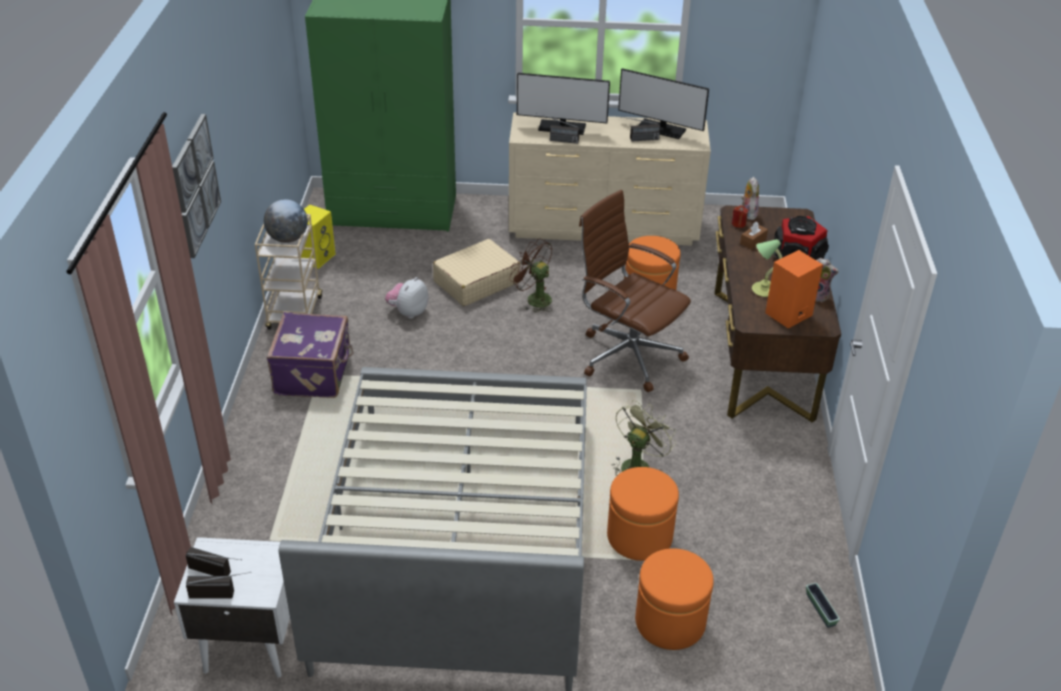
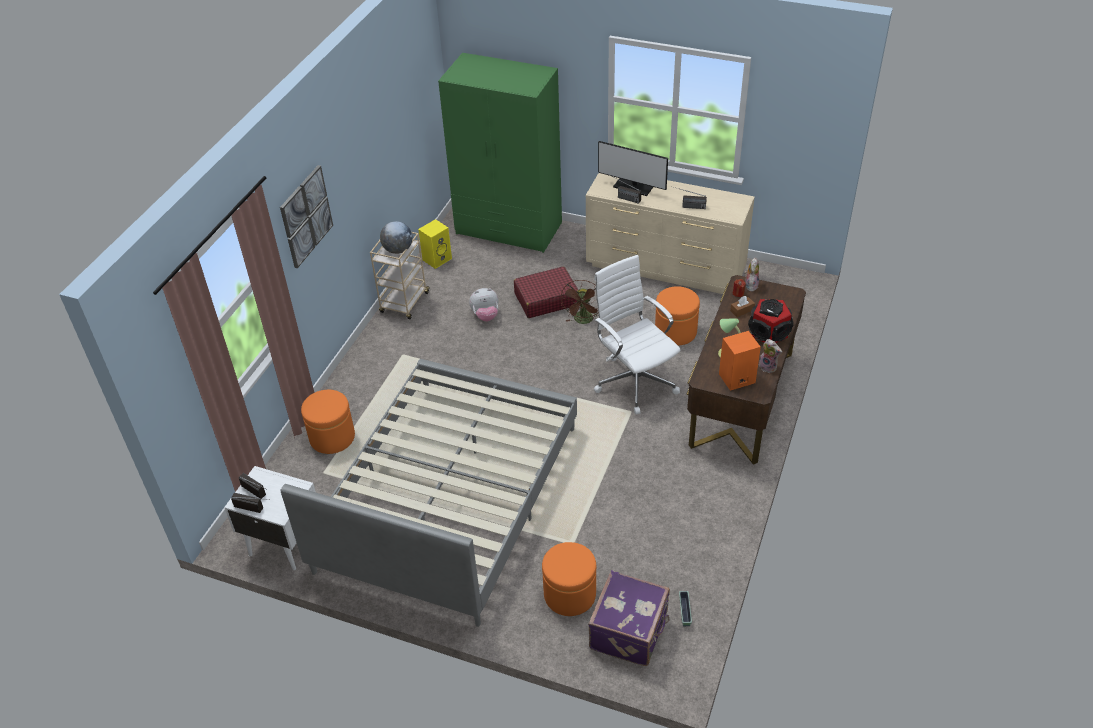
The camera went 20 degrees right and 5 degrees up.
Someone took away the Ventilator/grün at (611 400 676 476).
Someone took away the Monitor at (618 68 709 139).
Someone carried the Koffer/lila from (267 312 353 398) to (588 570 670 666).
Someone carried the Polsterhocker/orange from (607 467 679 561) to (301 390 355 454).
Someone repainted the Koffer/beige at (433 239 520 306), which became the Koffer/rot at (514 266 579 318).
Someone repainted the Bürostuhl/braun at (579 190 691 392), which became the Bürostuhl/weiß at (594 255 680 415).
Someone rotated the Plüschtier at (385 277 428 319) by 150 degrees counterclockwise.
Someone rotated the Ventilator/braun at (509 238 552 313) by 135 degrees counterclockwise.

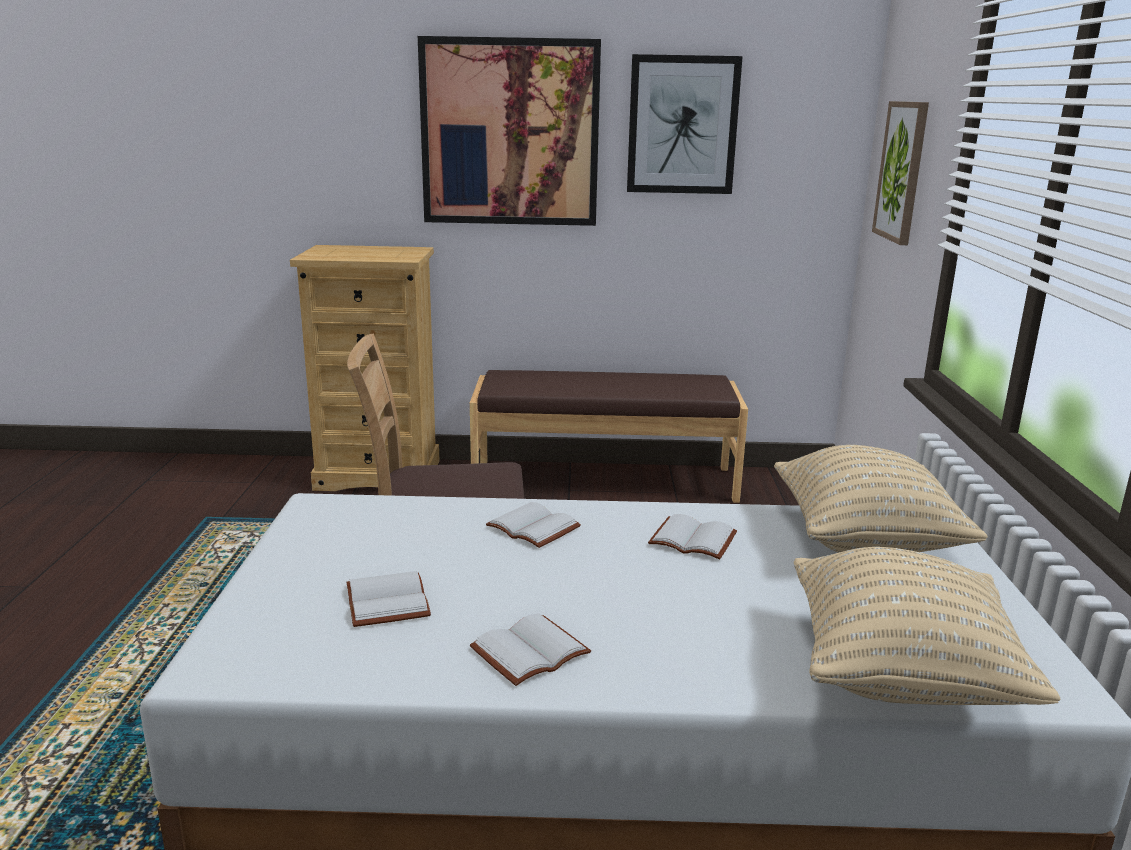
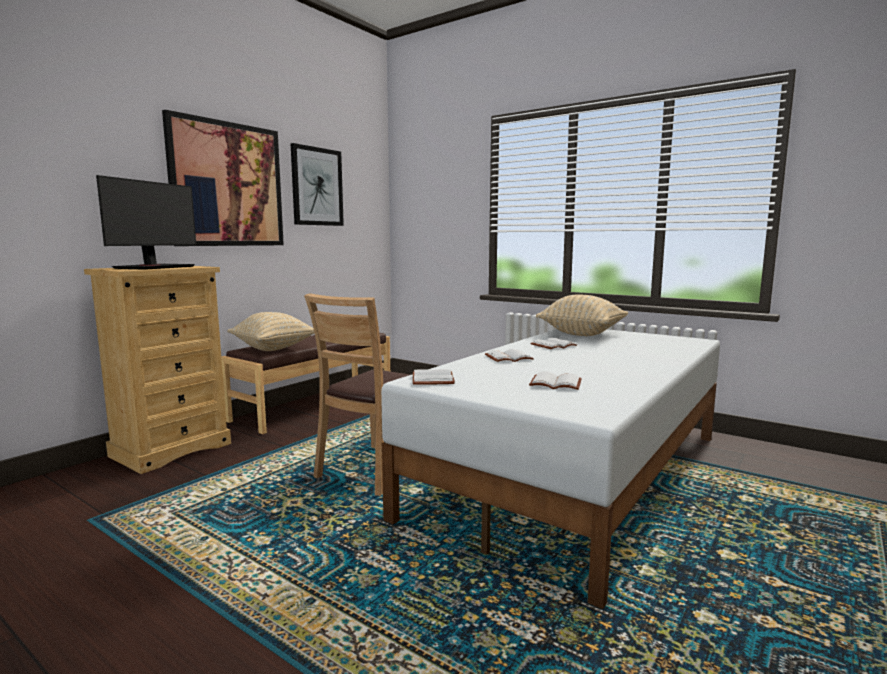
The camera went 55 degrees left and 10 degrees down.
Someone took away the Bild at (872 101 929 245).
Someone put down the Monitor at (96 175 196 270).
Someone carried the Buch/weiß from (470 613 591 686) to (413 369 455 385).
Someone carried the Kissen/beige from (794 547 1060 705) to (227 312 314 351).

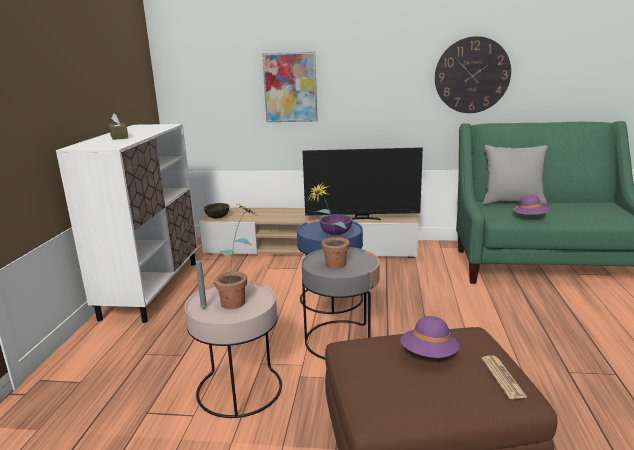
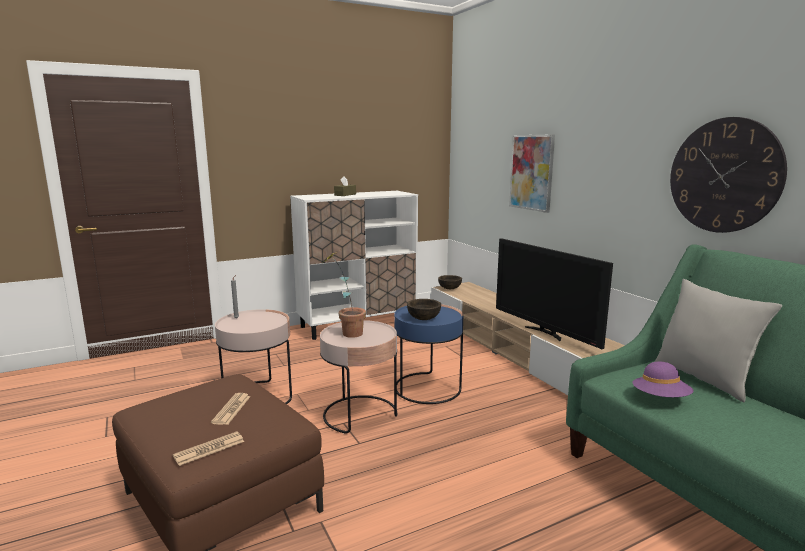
The camera went 55 degrees right and 5 degrees down.
Someone took away the Topfpflanze at (214 204 255 309).
Someone swapped the Hut/lila at (400 316 459 358) for the Zeitung at (211 393 251 425).
Someone repainted the Beistelltisch/grau at (302 247 380 360), which became the Beistelltisch/rosa at (320 320 397 434).
Someone repainted the Schüssel/lila at (320 214 352 235), which became the Schüssel/braun at (407 299 441 320).

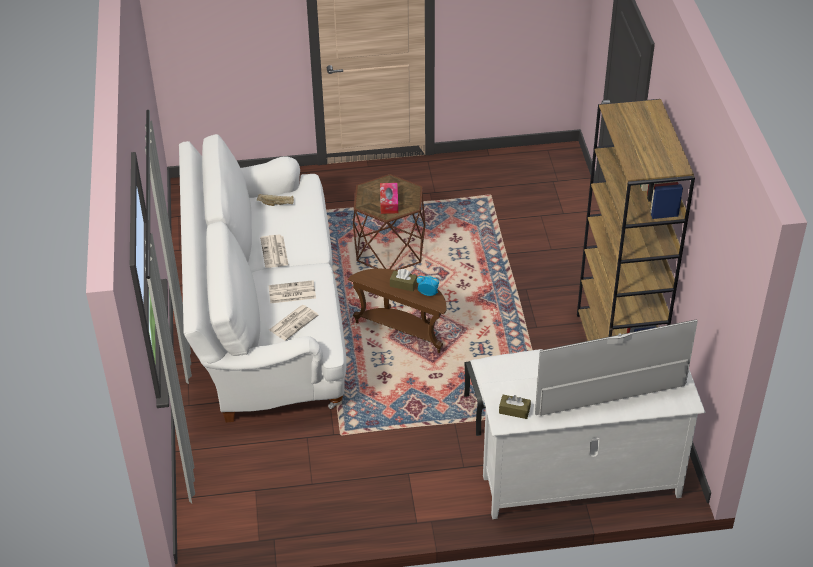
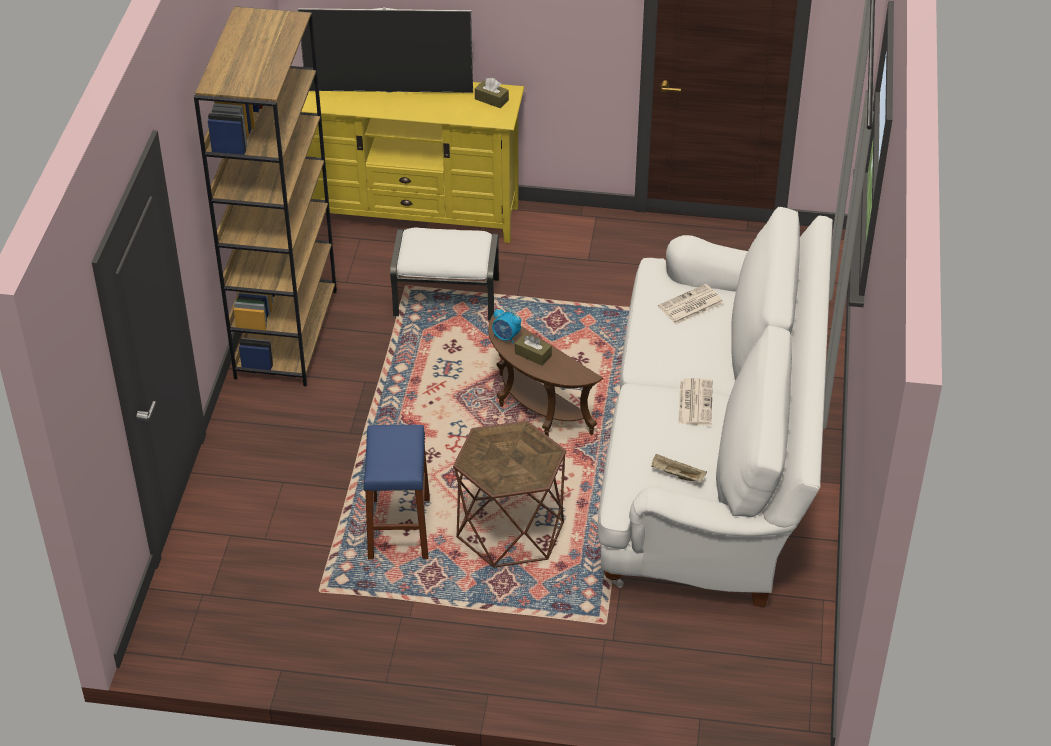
The camera went 165 degrees left and 0 degrees up.
Someone took away the Zeitung at (268 280 316 303).
Someone took away the Taschentuchbox at (380 183 398 214).
Someone put down the Hocker/blau at (364 425 430 560).
Someone repainted the Fernsehschrank/weiß at (480 370 706 519), which became the Fernsehschrank/gelb at (301 82 524 243).

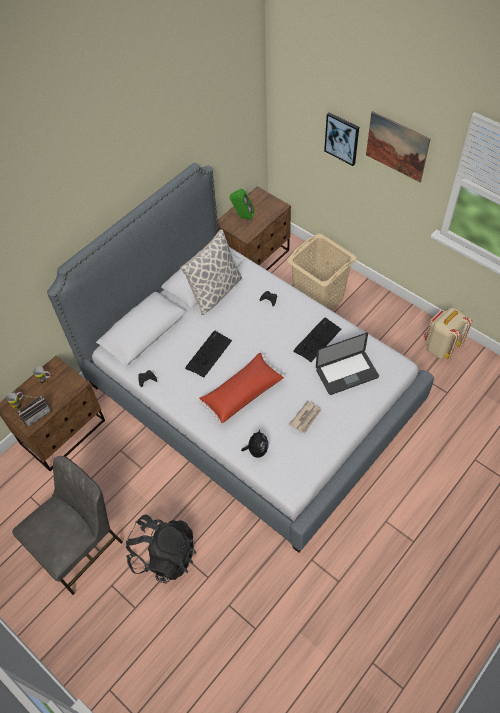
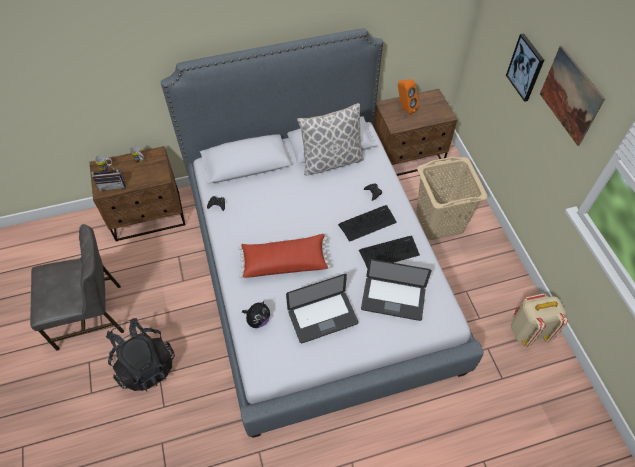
The camera went 30 degrees right and 0 degrees up.
Someone carried the Tastatur from (185 331 232 377) to (338 205 397 242).
Someone swapped the Zeitung at (289 401 321 433) for the Laptop at (286 274 358 343).
Someone repainted the Lautsprecher/grün at (230 189 254 220), which became the Lautsprecher/orange at (398 79 419 115).

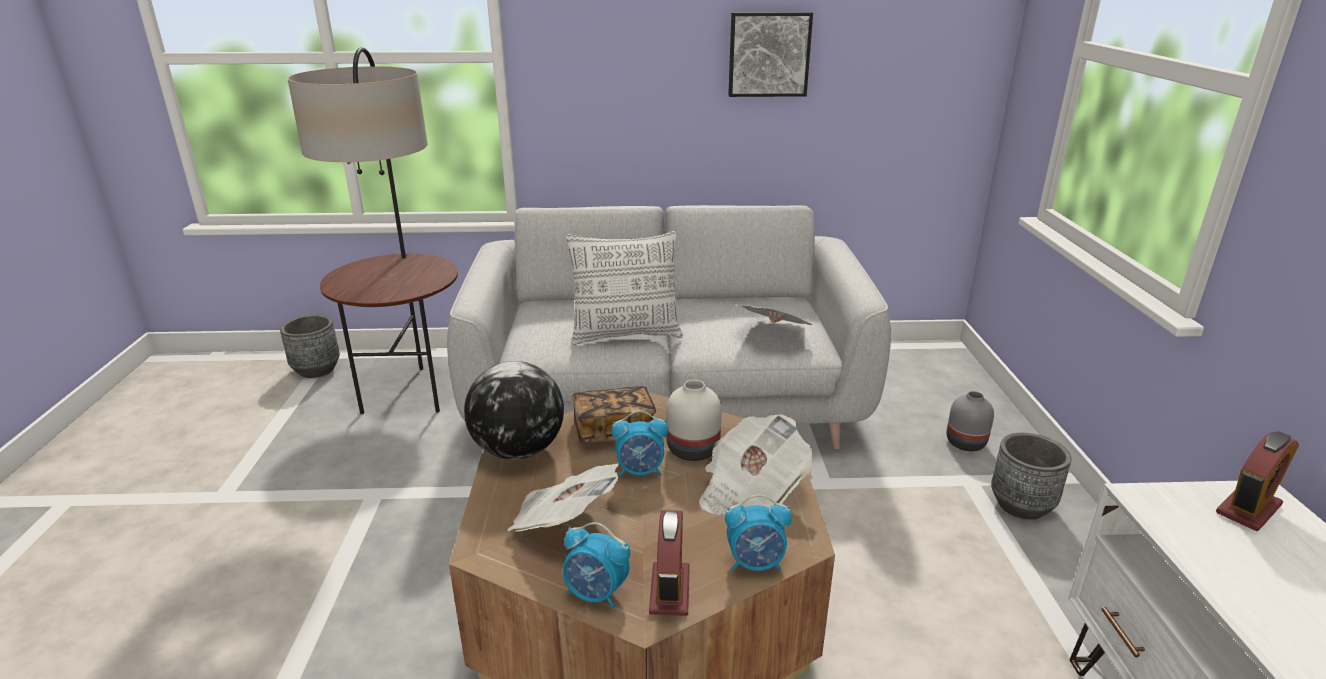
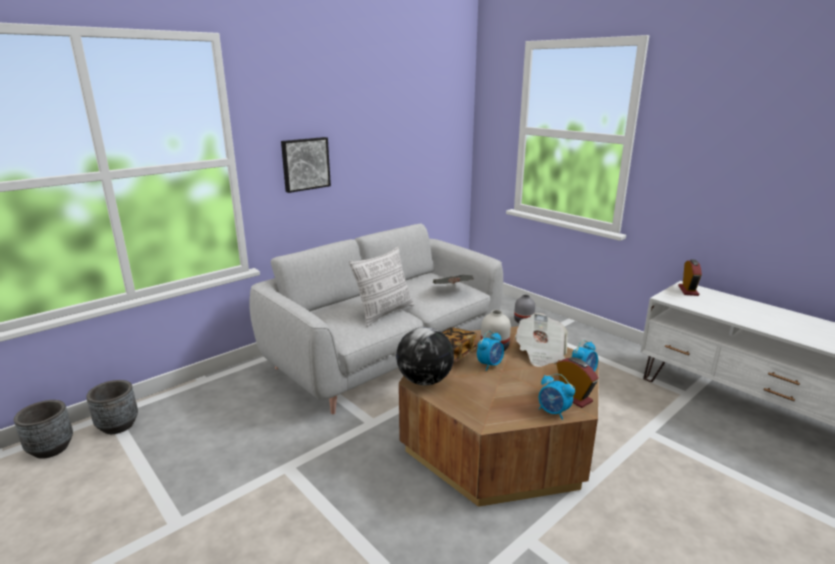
The camera went 40 degrees left and 5 degrees down.
Someone took away the Stehlampe at (288 47 458 414).
Someone took away the Zeitung at (507 464 619 532).
Someone carried the Bild from (728 12 813 97) to (281 137 331 193).
Someone carried the Pflanzkübel/grau from (991 433 1072 520) to (14 400 73 459).
Someone rotated the Wecker at (563 522 630 608) by 60 degrees clockwise.

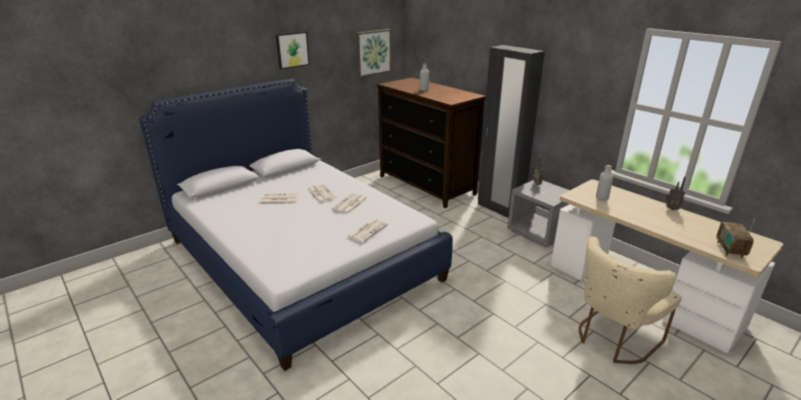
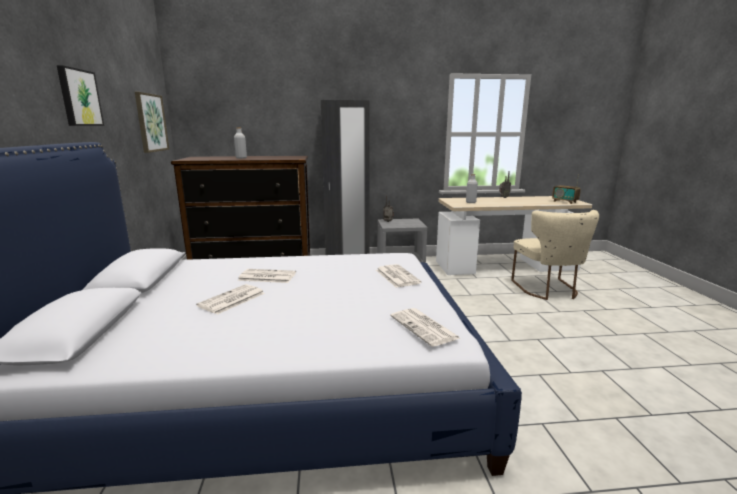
The camera went 55 degrees left and 10 degrees down.
Someone carried the Zeitung from (333 193 368 214) to (390 308 460 347).

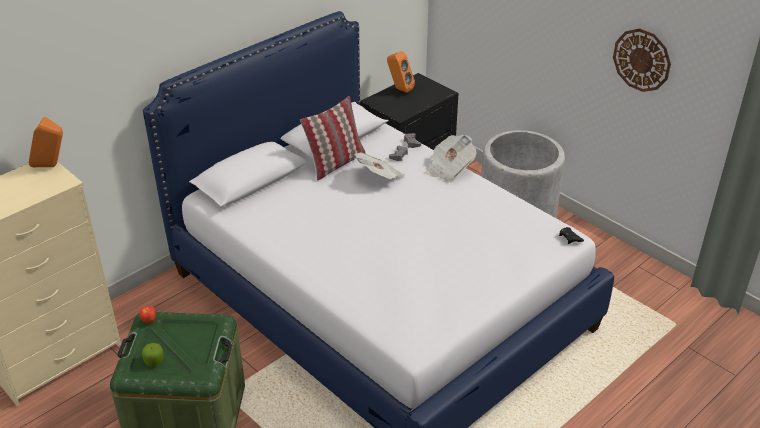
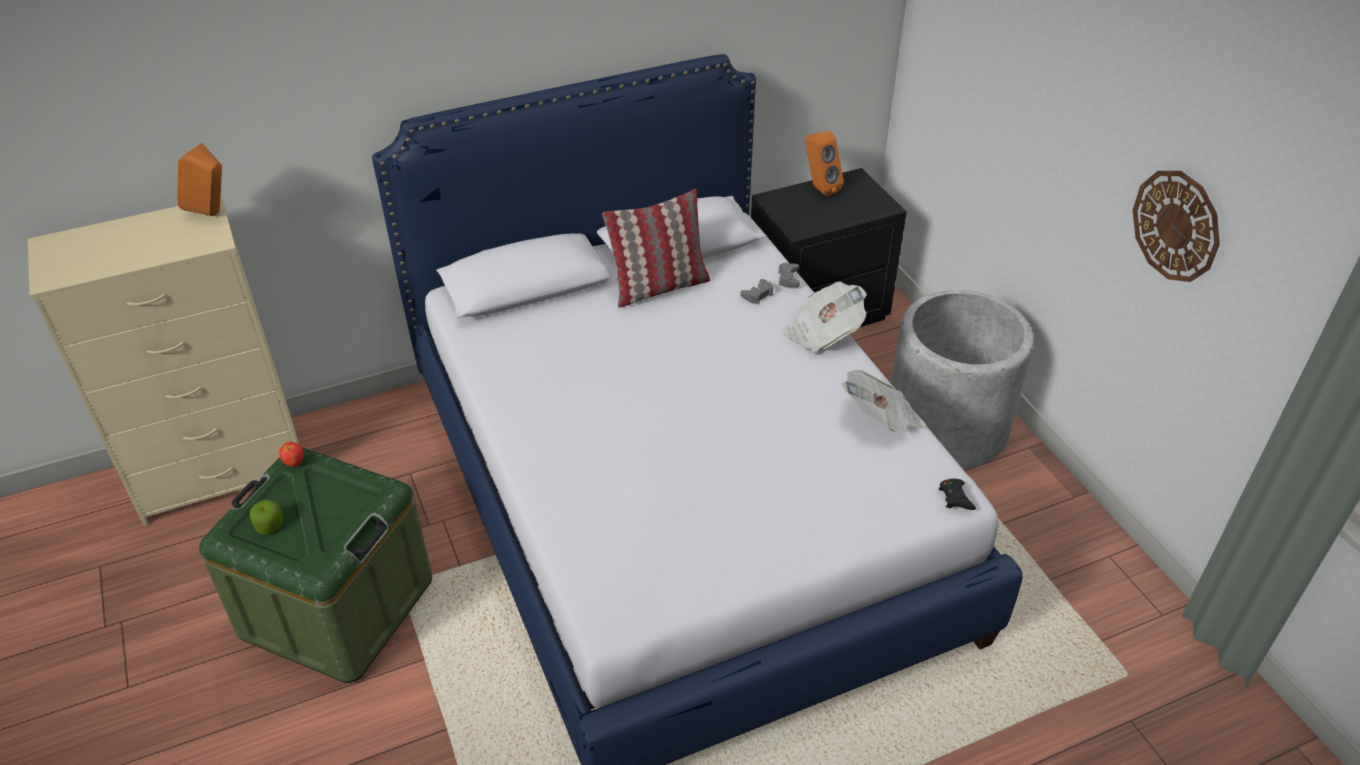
The camera went 20 degrees right and 5 degrees up.
Someone carried the Zeitung from (354 153 405 179) to (842 370 926 432).

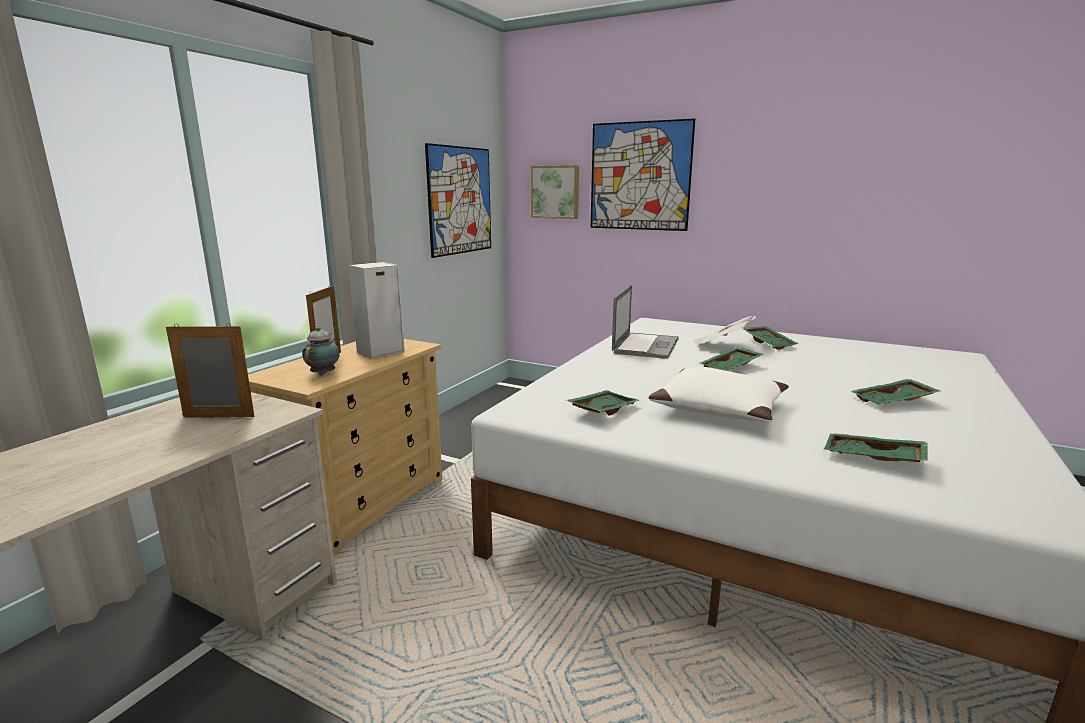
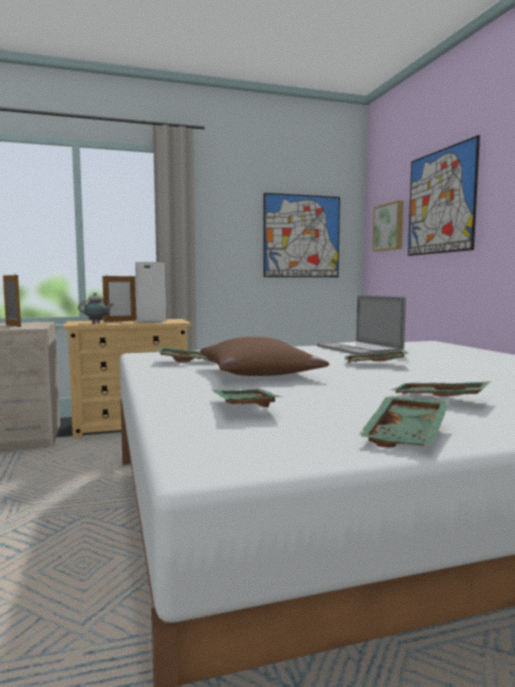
The camera went 45 degrees right and 10 degrees down.
Someone took away the Zeitung at (694 316 756 346).
Someone carried the Tablett/grün from (742 326 799 350) to (358 396 449 448).
Someone repainted the Kissen/weiß at (649 367 789 422), which became the Kissen/braun at (200 337 330 376).
Someone rotated the Laptop at (612 285 679 359) by 90 degrees clockwise.

